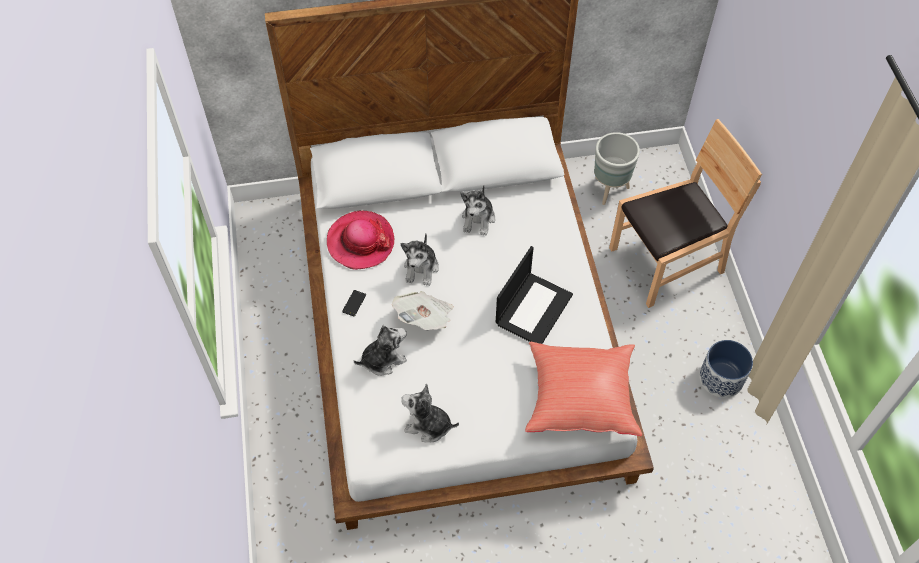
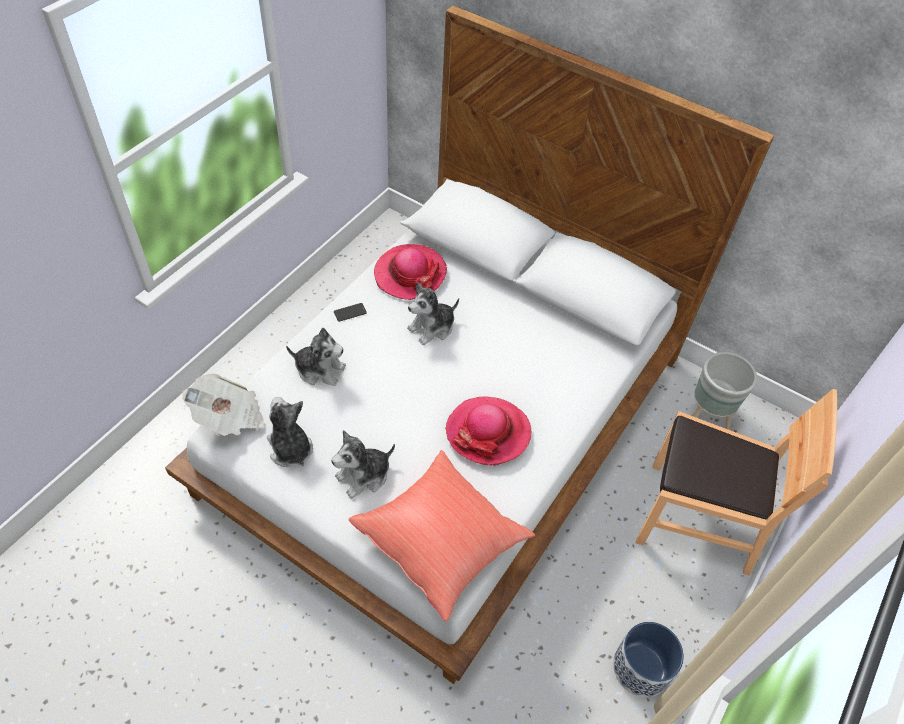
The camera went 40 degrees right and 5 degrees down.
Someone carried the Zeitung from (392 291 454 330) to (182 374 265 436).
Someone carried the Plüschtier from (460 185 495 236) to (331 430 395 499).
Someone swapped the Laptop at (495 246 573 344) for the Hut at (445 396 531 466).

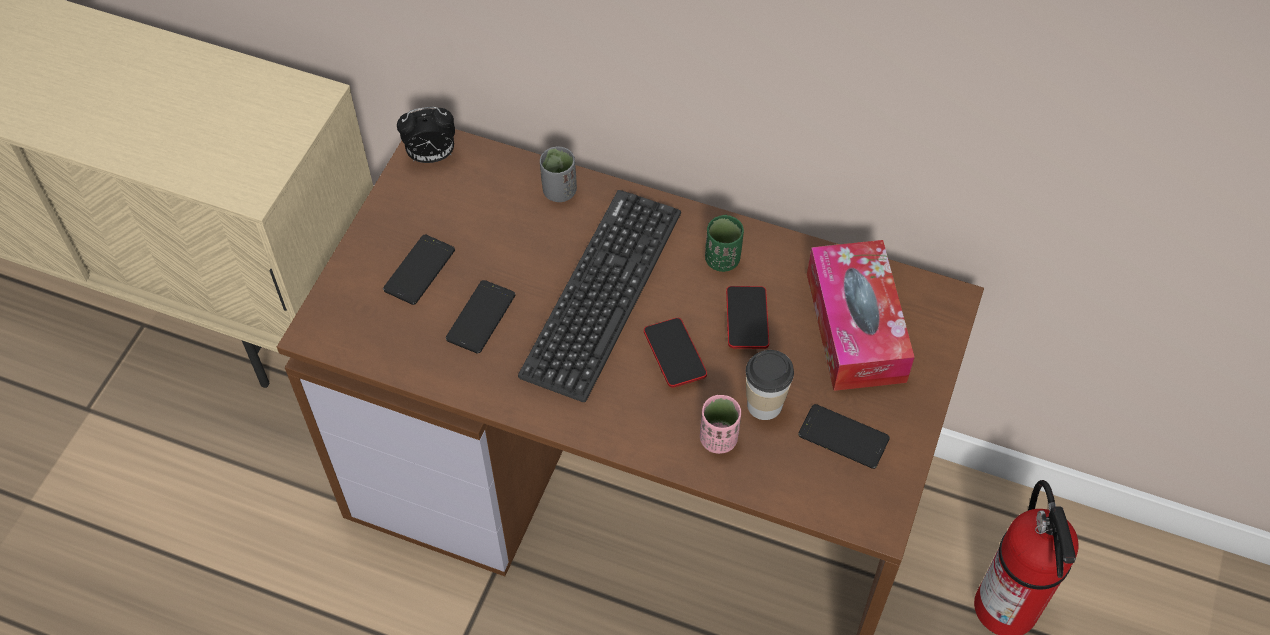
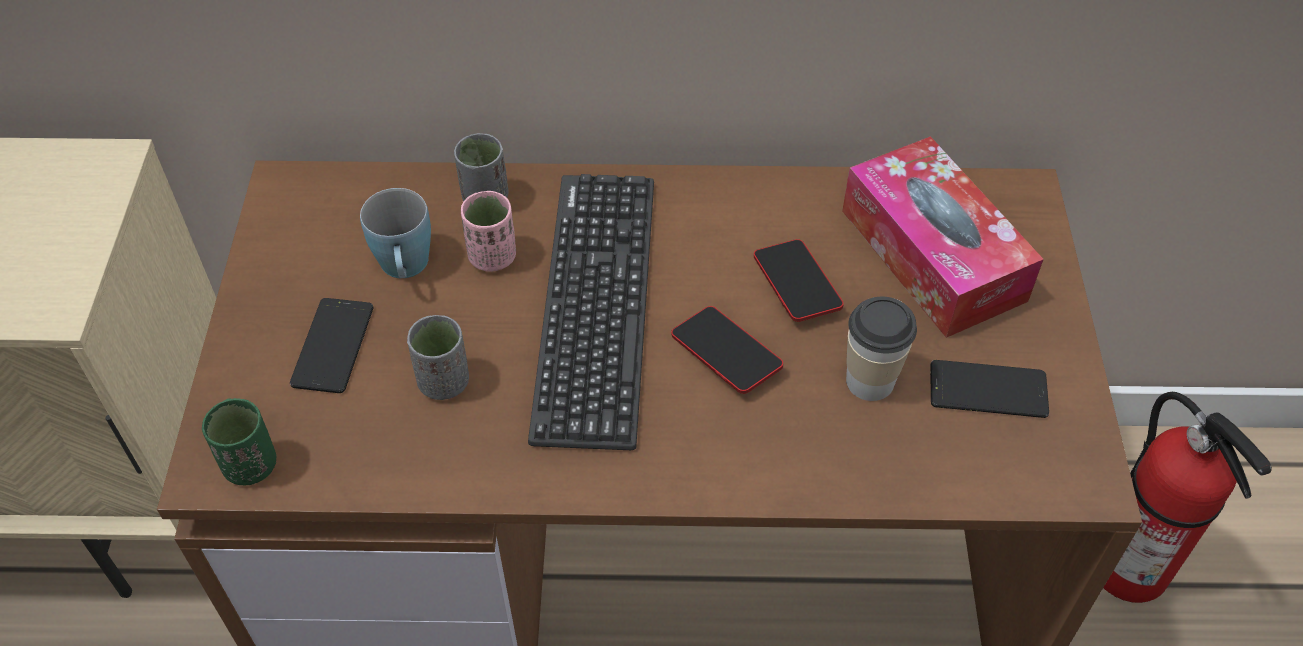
The camera went 20 degrees left and 5 degrees down.
Someone took away the Wecker at (397 107 455 163).
Someone put down the Henkelbecher/blau at (360 188 431 279).
Someone carried the Tasse/rosa from (700 395 741 454) to (461 191 516 272).
Someone carried the Tasse/grün from (705 215 744 272) to (202 398 277 485).
Someone swapped the Handy at (446 280 515 354) for the Tasse/grau at (407 315 469 400).

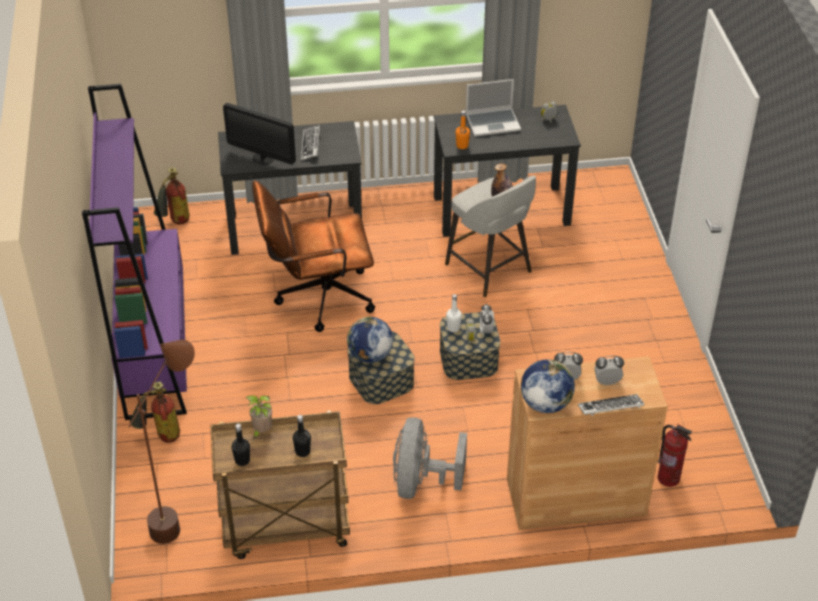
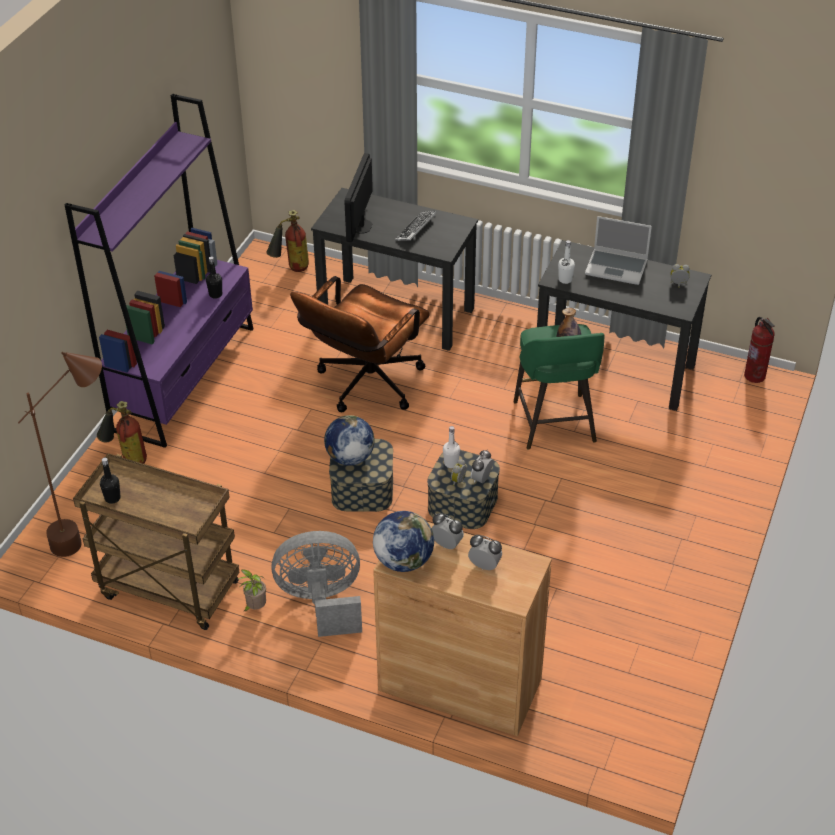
The camera went 30 degrees right and 0 degrees up.
Someone took away the Tastatur at (578 394 645 416).
Someone carried the Topfpflanze from (246 395 272 439) to (238 569 266 612).
Someone carried the Flasche/schwarz from (293 415 311 457) to (206 256 222 299).
Someone carried the Feuerlöscher from (658 424 692 487) to (744 317 775 383).
Someone repainted the Hocker/grau at (445 176 536 297), which became the Hocker/grün at (514 324 604 450).
Someone repainted the Flasche/orange at (455 110 470 149), which became the Flasche/weiß at (558 240 575 284).
Someone rotated the Monitor at (223 103 296 165) by 45 degrees clockwise.
Someone rotated the Bürostuhl/braun at (252 180 375 332) by 75 degrees counterclockwise.
Someone rotated the Ventilator/grau at (393 417 467 499) by 45 degrees clockwise.

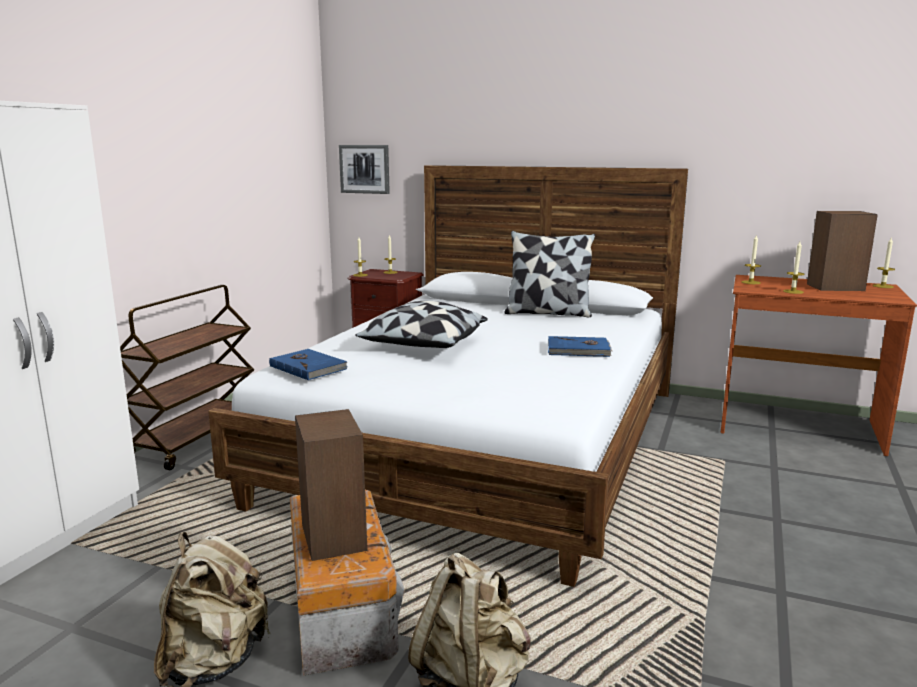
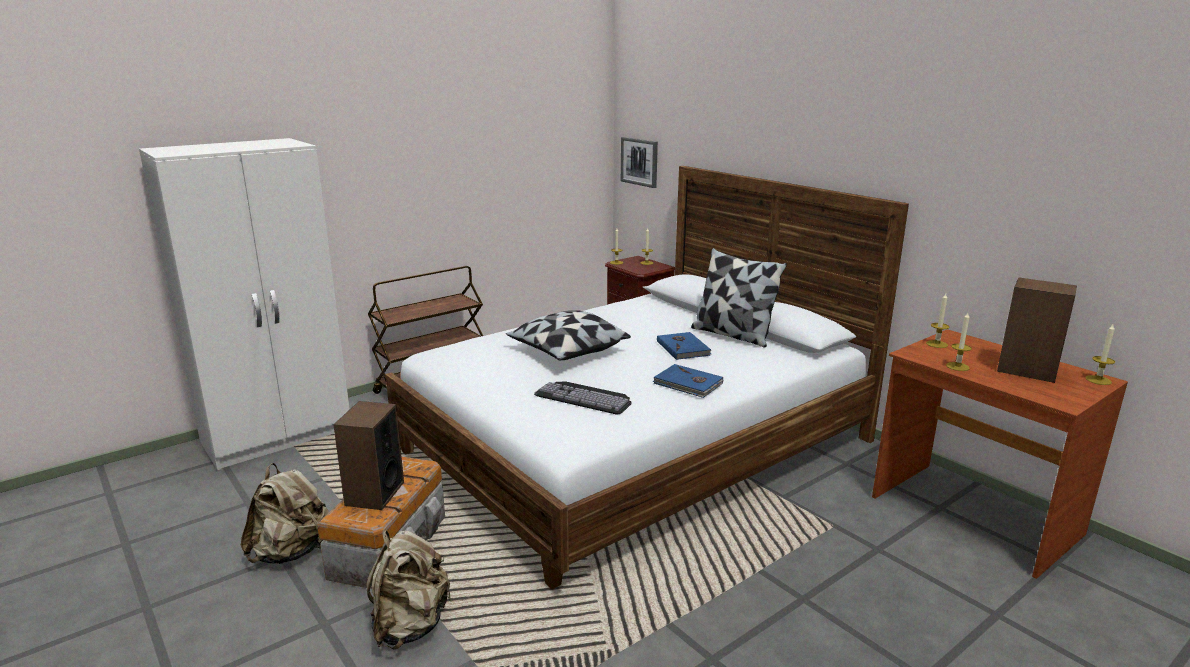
The camera went 30 degrees right and 5 degrees up.
Someone put down the Tastatur at (534 381 632 414).
Someone carried the Buch/blau from (269 349 348 380) to (657 332 712 360).

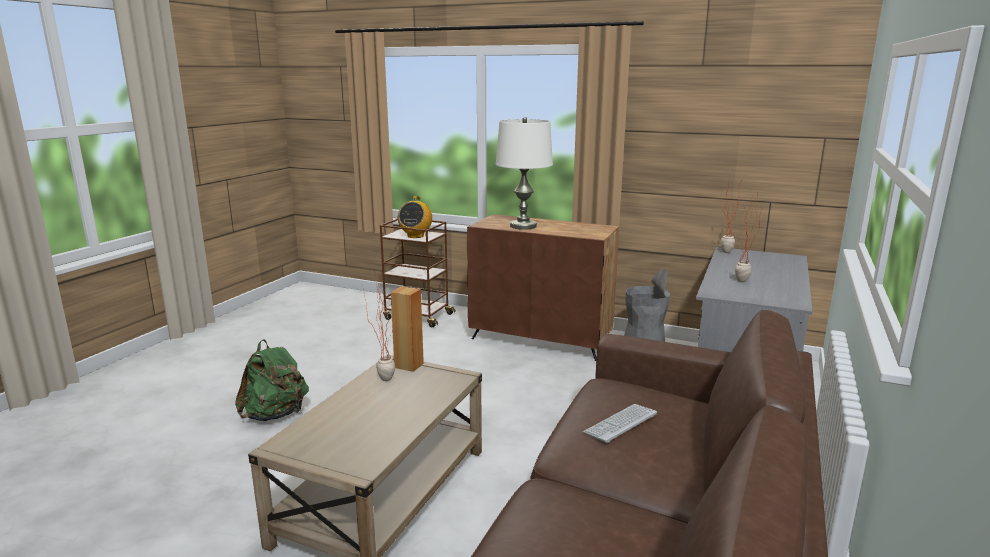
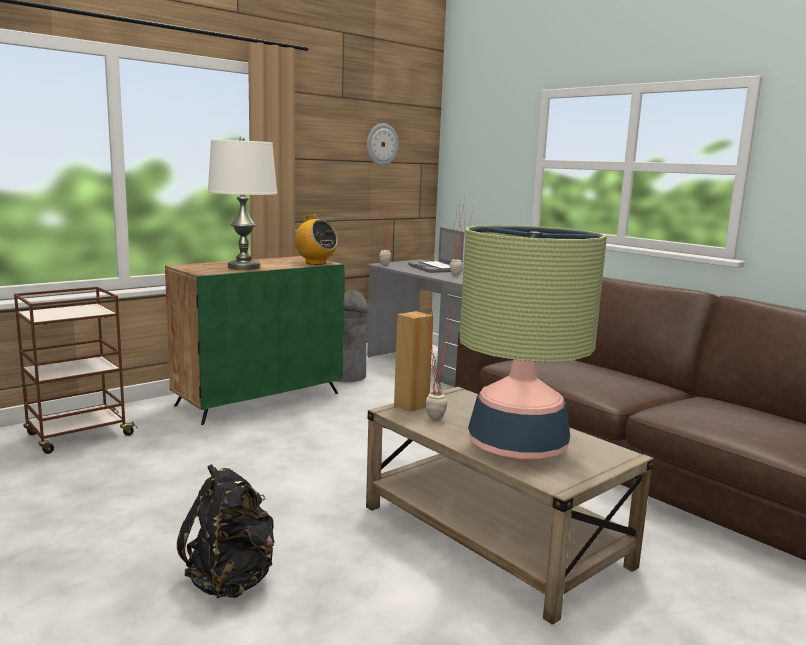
The camera went 65 degrees left and 5 degrees down.
Someone took away the Tastatur at (583 404 657 443).
Someone put up the Wanduhr at (367 124 399 166).
Someone put down the Laptop at (408 227 464 273).
Someone put down the Tischlampe at (460 225 607 462).
Someone carried the Radio from (398 196 432 238) to (293 214 338 265).
Someone repainted the Rucksack/grün at (235 339 309 421), which became the Rucksack/schwarz at (177 464 274 598).
Someone repainted the Schrank/braun at (467 214 619 361), which became the Schrank/grün at (165 256 345 425).

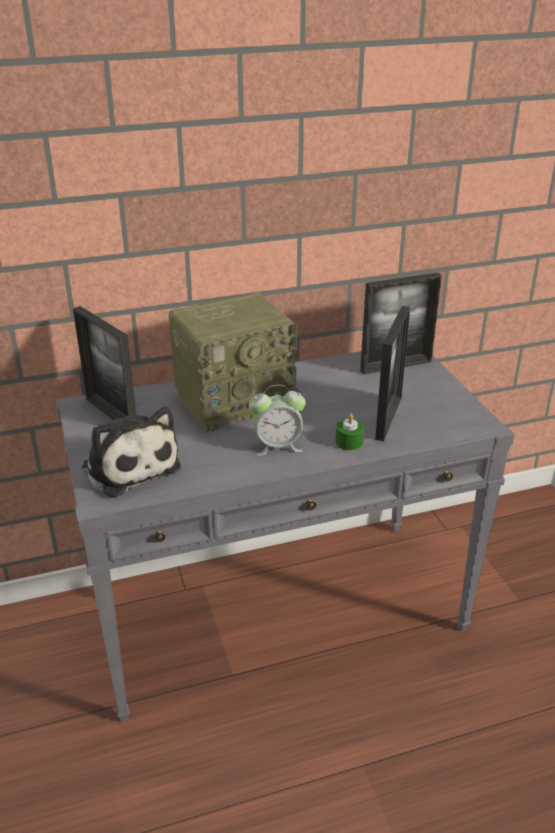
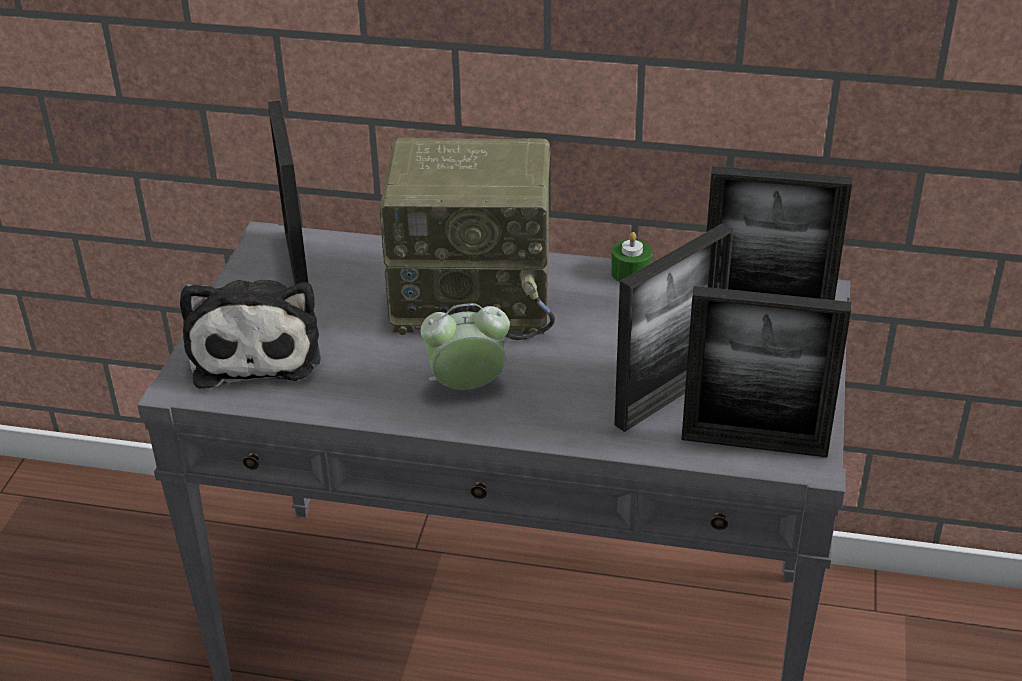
The camera went 30 degrees right and 5 degrees up.
Someone put down the Bilderrahmen at (681 286 851 457).
Someone carried the Kerze/grün from (335 413 364 450) to (611 232 653 282).
Someone rotated the Wecker at (249 385 306 456) by 150 degrees clockwise.

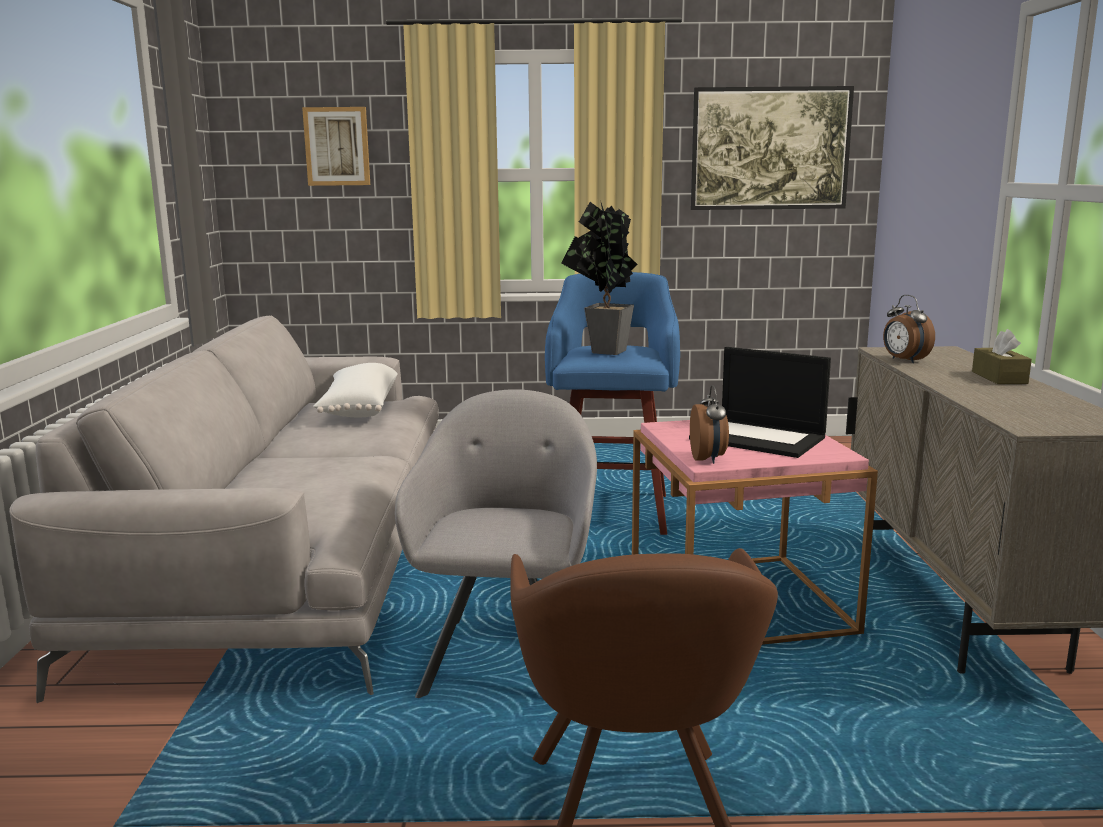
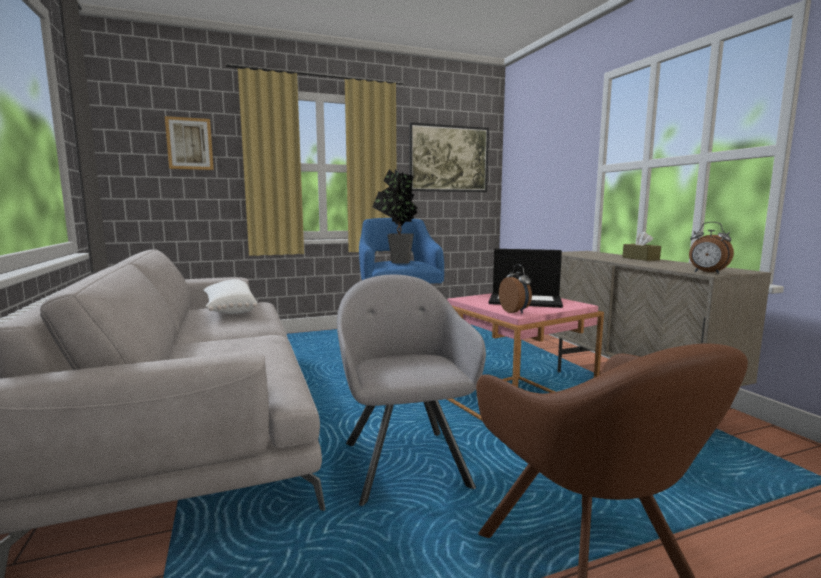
The camera went 20 degrees left and 5 degrees down.
Someone carried the Wecker from (883 295 935 363) to (689 222 734 274).

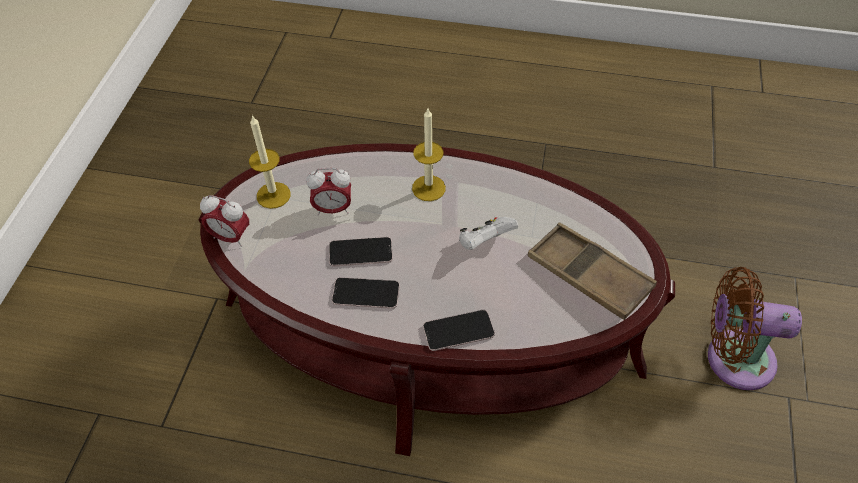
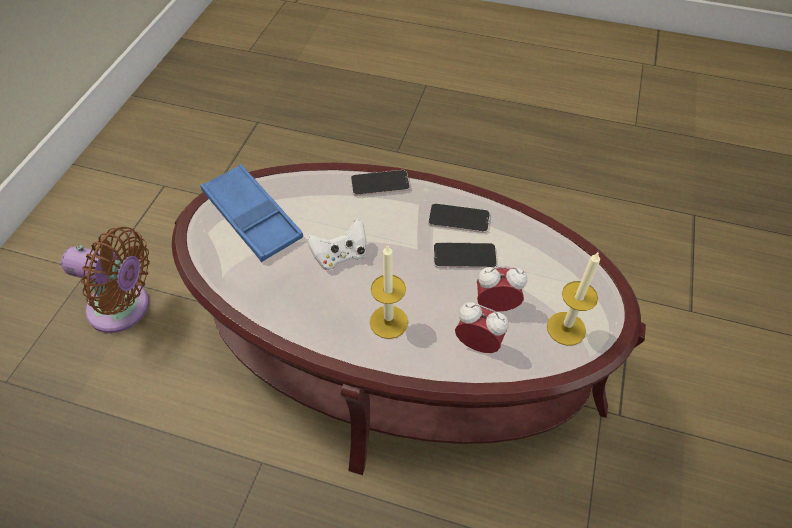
The camera went 175 degrees left and 0 degrees up.
Someone carried the Wecker from (200 195 249 247) to (455 302 509 353).
Someone repainted the Tablett/braun at (528 222 657 320), which became the Tablett/blau at (200 164 303 262).

